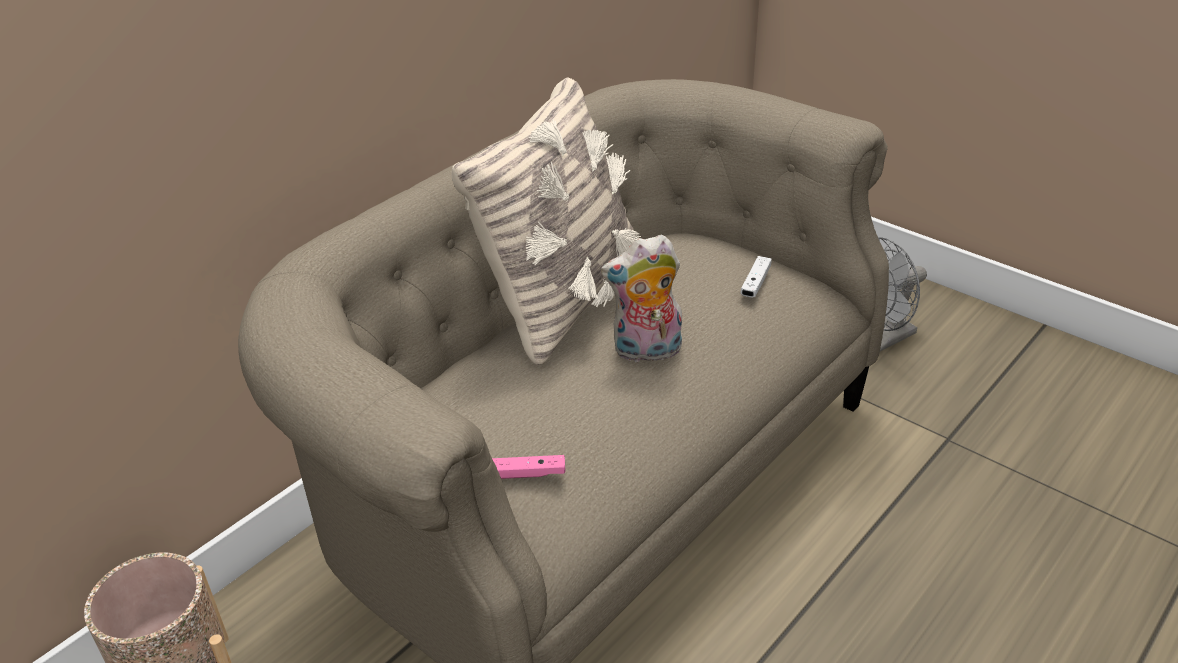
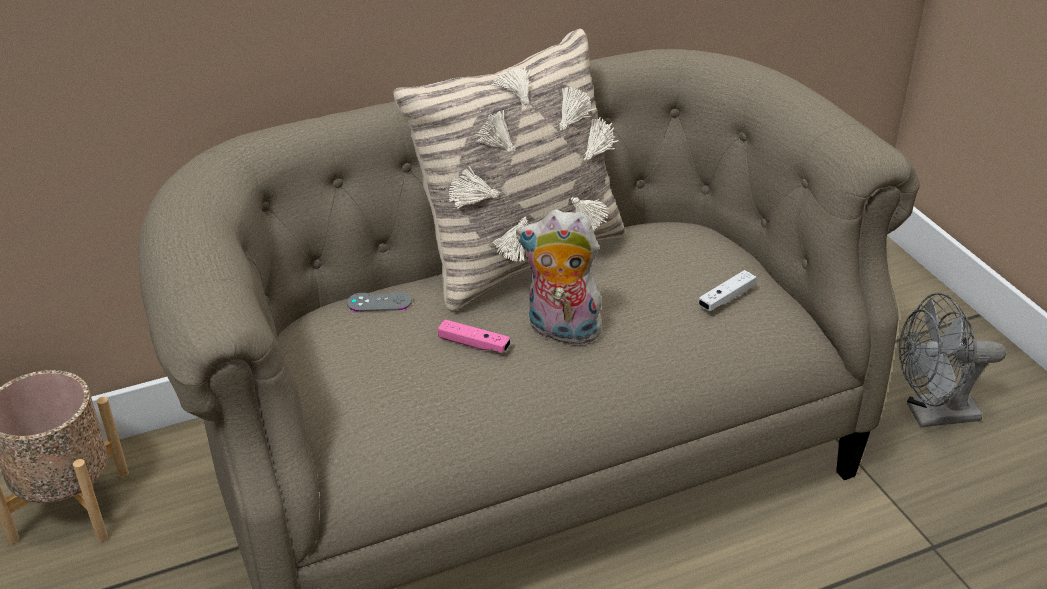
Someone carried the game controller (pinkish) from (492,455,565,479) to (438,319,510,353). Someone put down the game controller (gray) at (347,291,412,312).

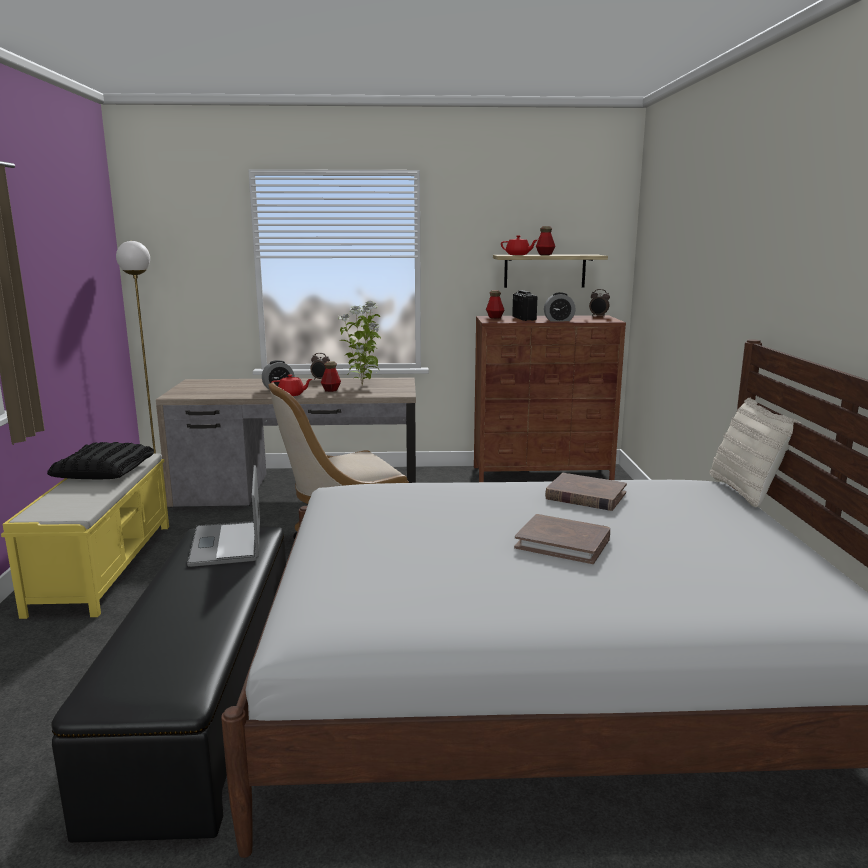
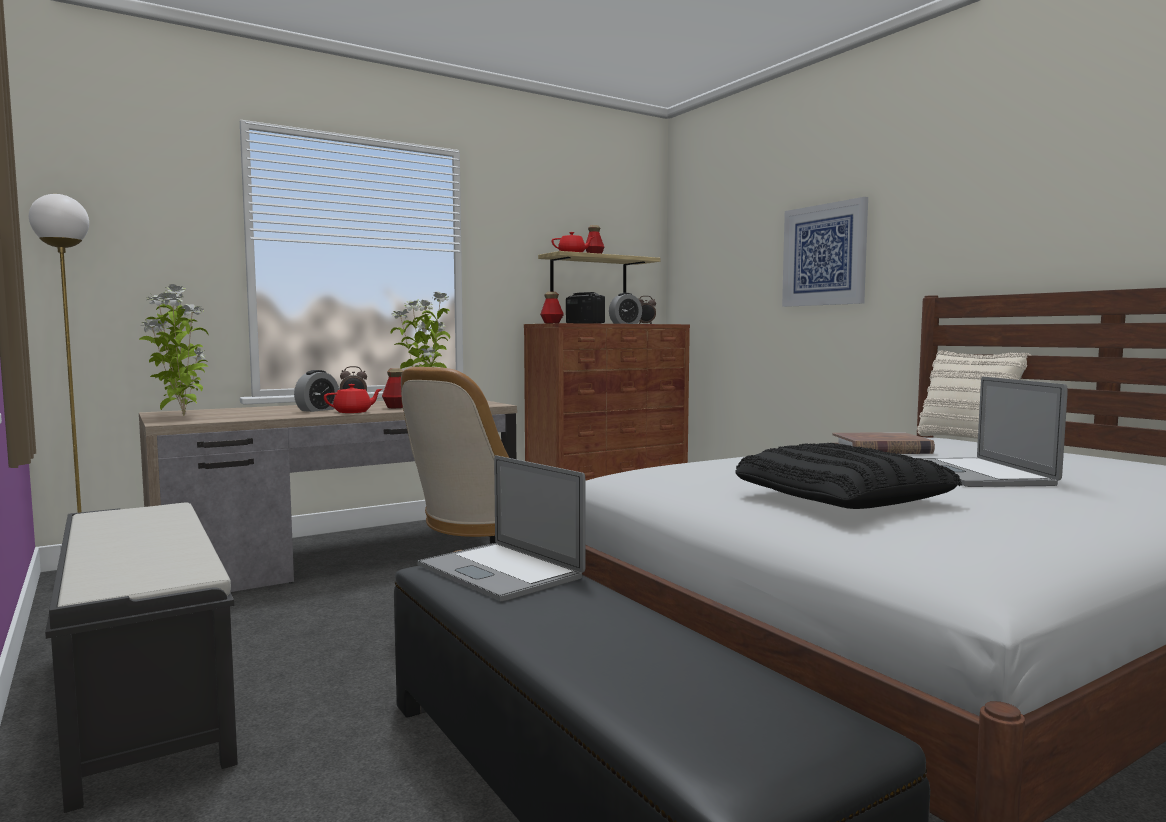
Someone carried the pillow (blackish) from (47,442,154,479) to (735,443,962,509). Someone repainted the long seat (yellow) at (1,453,169,619), which became the long seat (blackish) at (45,502,238,813). Someone swapped the book (brownish) at (514,514,610,564) for the notebook computer at (920,376,1068,487). Someone put up the wall picture at (782,197,868,307). Someone put down the potted plant at (139,284,208,416).

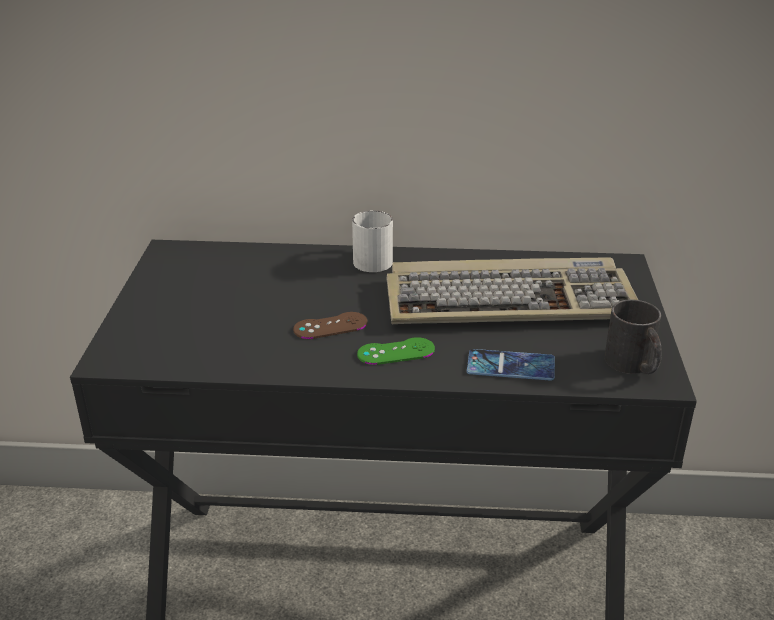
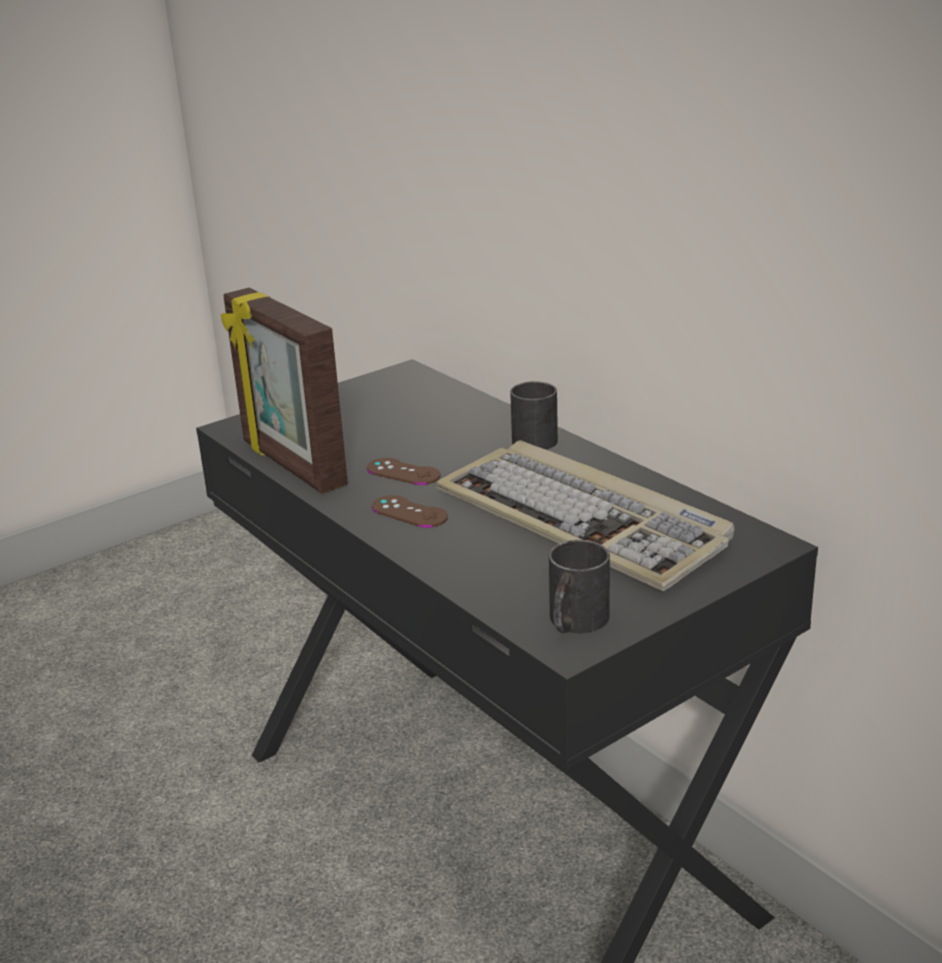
Someone repainted the mug (white-coloured) at (352,210,393,272), which became the mug (blackish) at (510,381,558,450). Someone repainted the game controller (green) at (357,337,435,365), which became the game controller (brownish) at (372,495,448,528). Someone took away the telephone at (467,349,555,381). Someone put down the picture frame at (221,288,348,494).

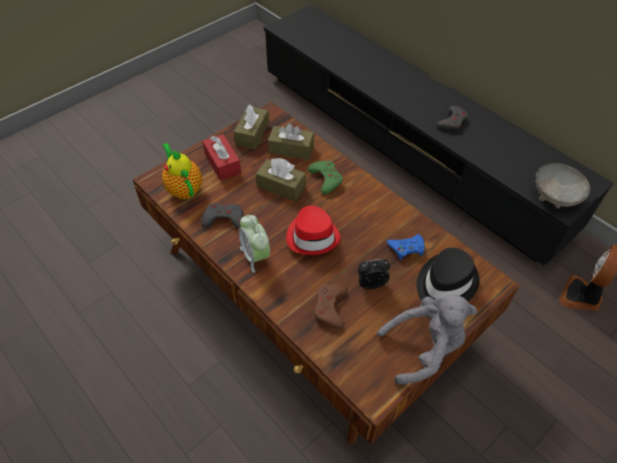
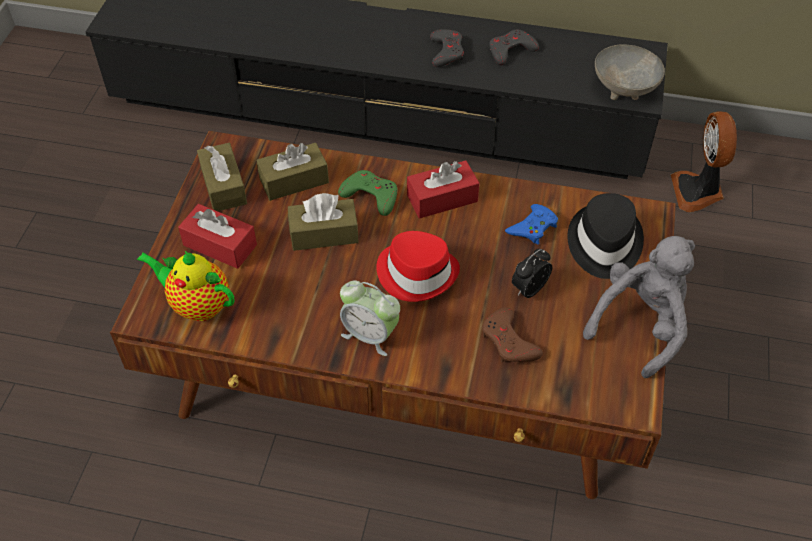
Someone carried the game controller (gray) from (201,203,244,230) to (489,30,539,65). Someone put down the tissue box (reddish) at (407,160,479,218).

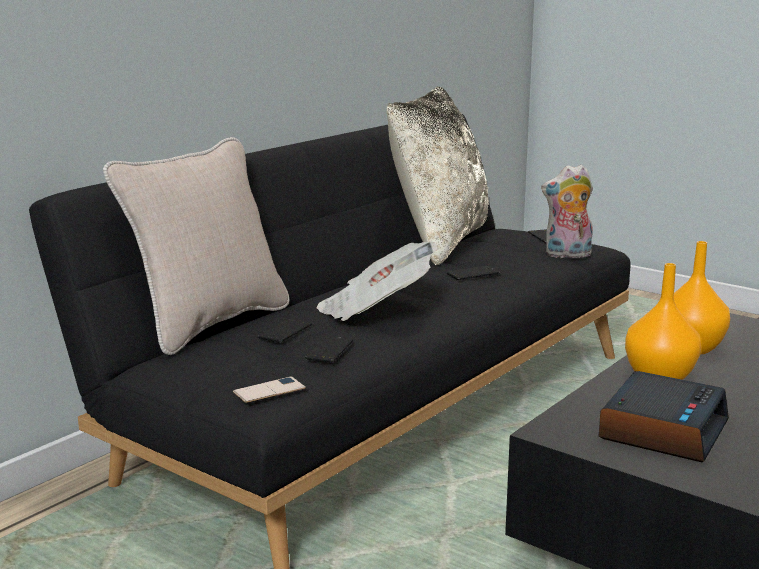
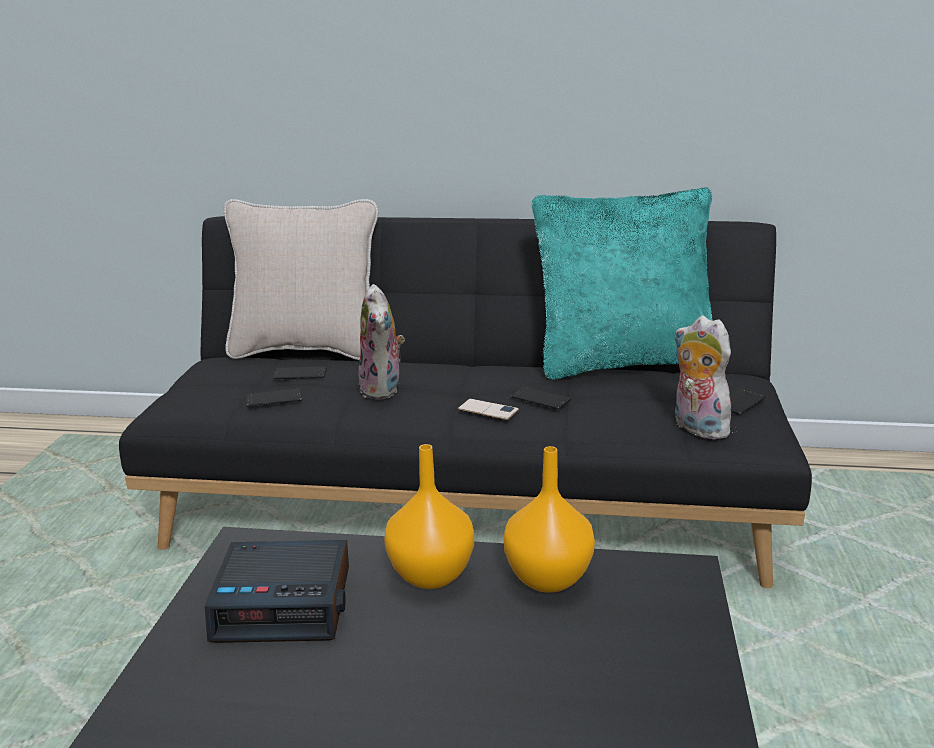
Someone repainted the pillow (beige) at (386,86,489,265), which became the pillow (turquoise-coloured) at (532,187,713,380). Someone swapped the daily paper at (317,241,439,321) for the cuddly toy at (358,284,405,399). Someone carried the telephone from (233,377,306,403) to (458,398,519,420).

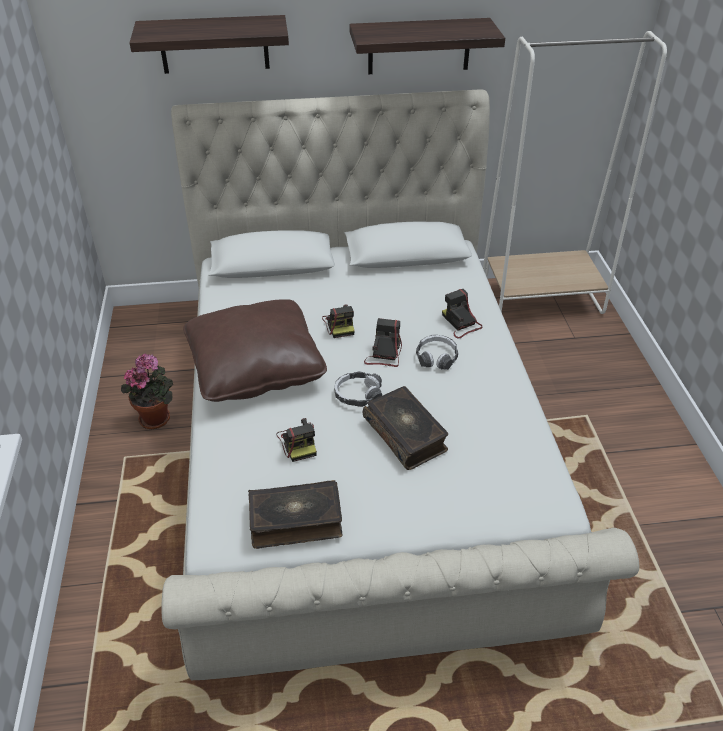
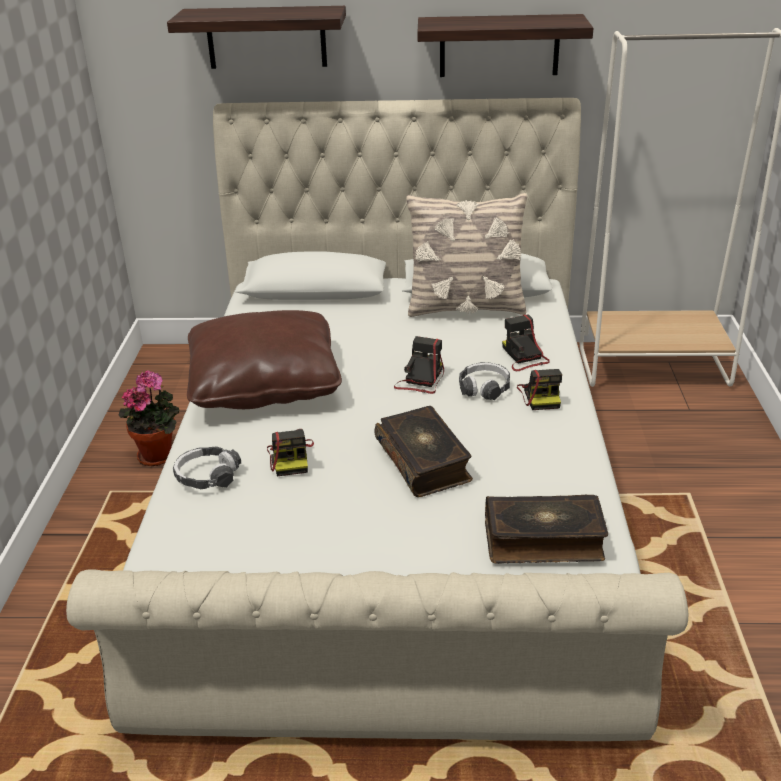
Someone carried the photo camera from (322,304,355,338) to (517,369,562,410). Someone carried the headphones from (334,371,382,407) to (173,446,241,489). Someone carried the book from (248,480,343,549) to (485,495,608,564). Someone put down the pillow (beige) at (406,193,527,317).

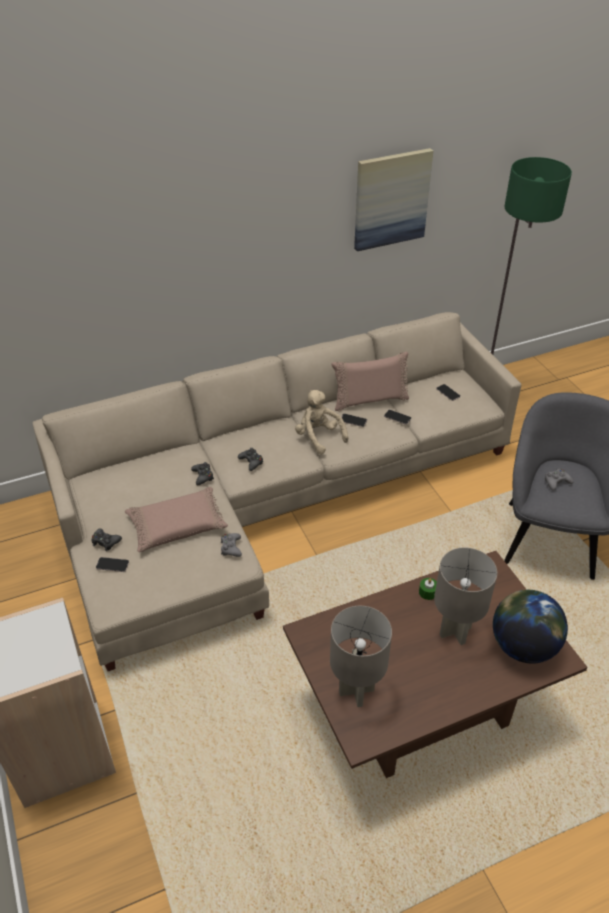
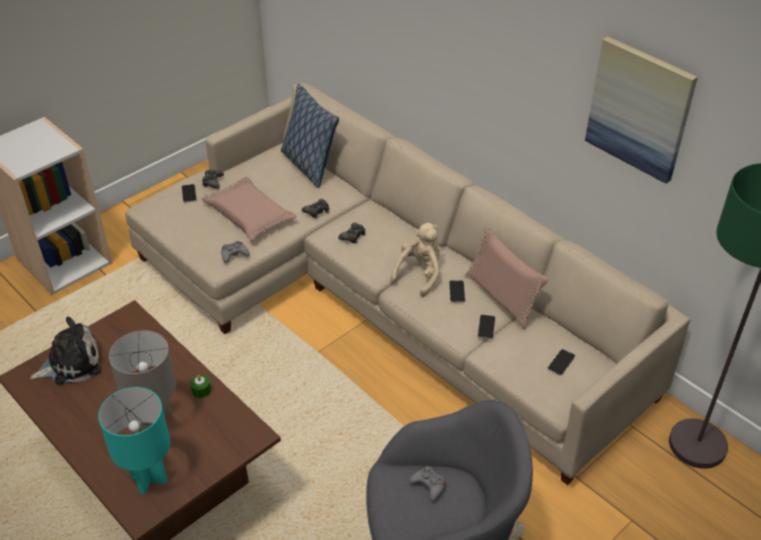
Someone swapped the world globe at (493,590,568,664) for the lamp for a table (turquoise-coloured) at (98,387,170,494). Someone swapped the lamp for a table (gray) at (330,606,392,707) for the cuddly toy at (30,317,102,385). Someone put down the pillow at (281,84,339,188).

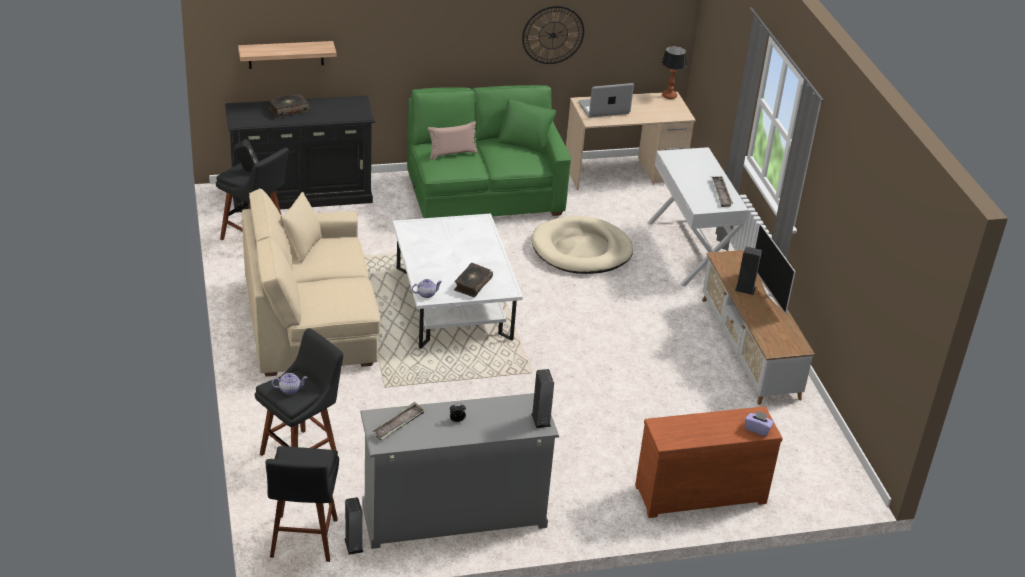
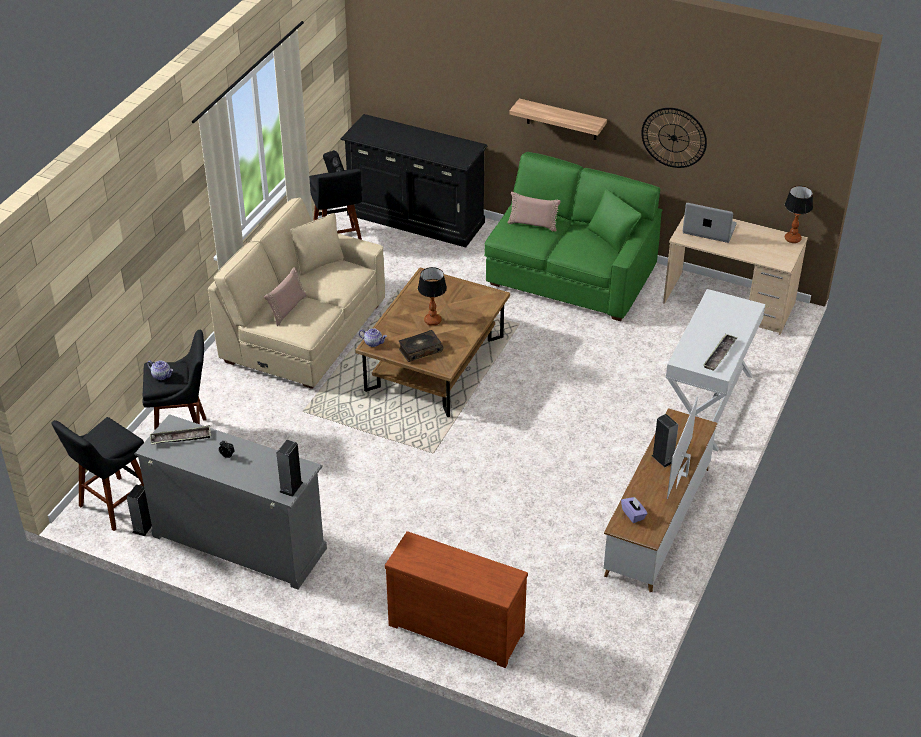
Someone carried the wall shelf from (238,41,336,69) to (509,99,607,140). Someone took away the book at (269,93,310,118). Someone repainted the lounge table (white-coloured) at (393,214,523,349), which became the lounge table (brownish) at (355,268,510,417). Someone took away the pet bed (beige) at (532,216,633,274). Someone carried the tissue box (purple-coloured) from (745,411,774,436) to (621,497,647,523). Someone put down the pillow (beige) at (264,267,307,326). Someone put down the lamp for a table at (418,267,447,326).

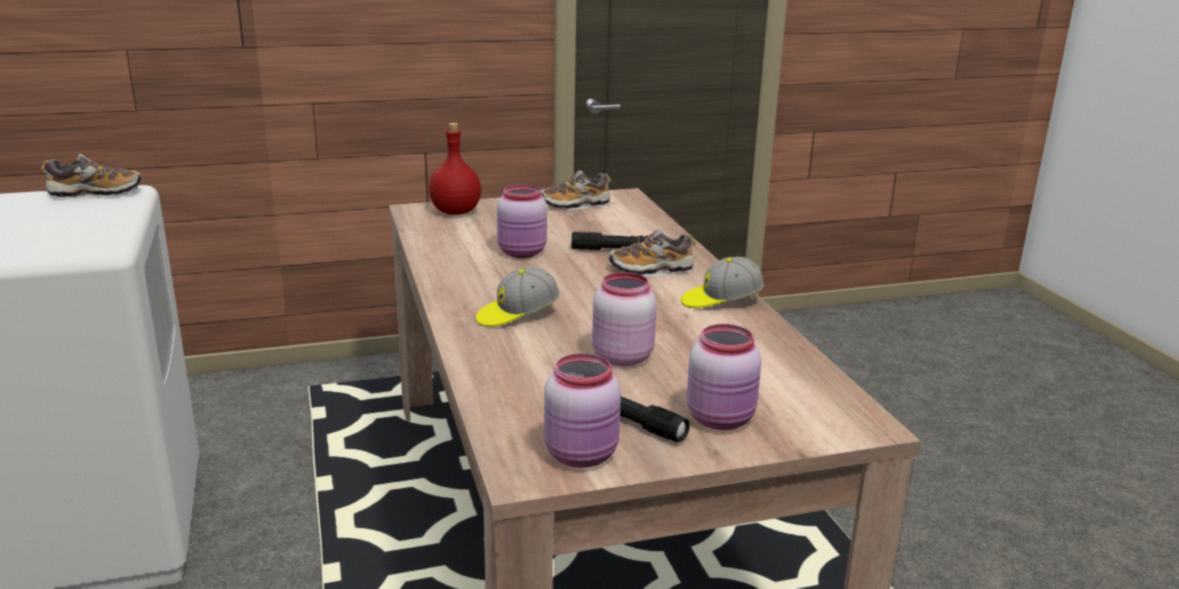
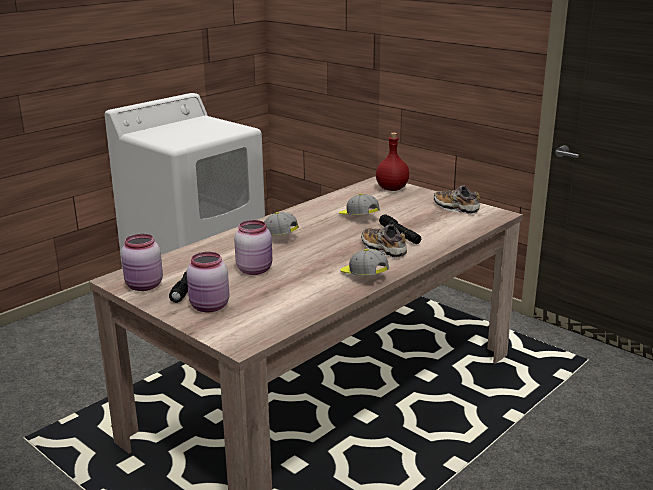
Someone took away the low shoe at (41,154,141,198). Someone swapped the jar (pinkish) at (497,184,547,258) for the baseball cap at (339,194,380,215).

